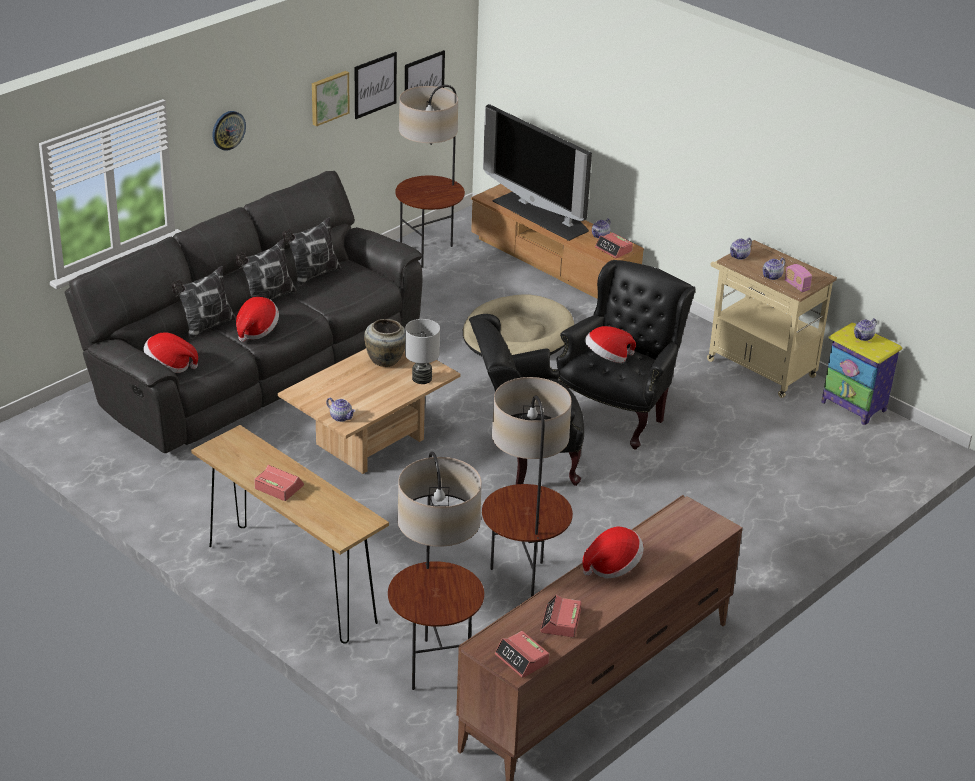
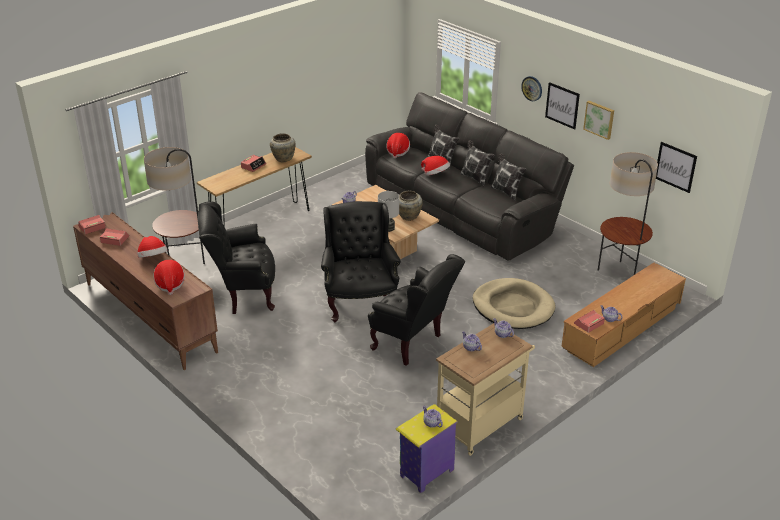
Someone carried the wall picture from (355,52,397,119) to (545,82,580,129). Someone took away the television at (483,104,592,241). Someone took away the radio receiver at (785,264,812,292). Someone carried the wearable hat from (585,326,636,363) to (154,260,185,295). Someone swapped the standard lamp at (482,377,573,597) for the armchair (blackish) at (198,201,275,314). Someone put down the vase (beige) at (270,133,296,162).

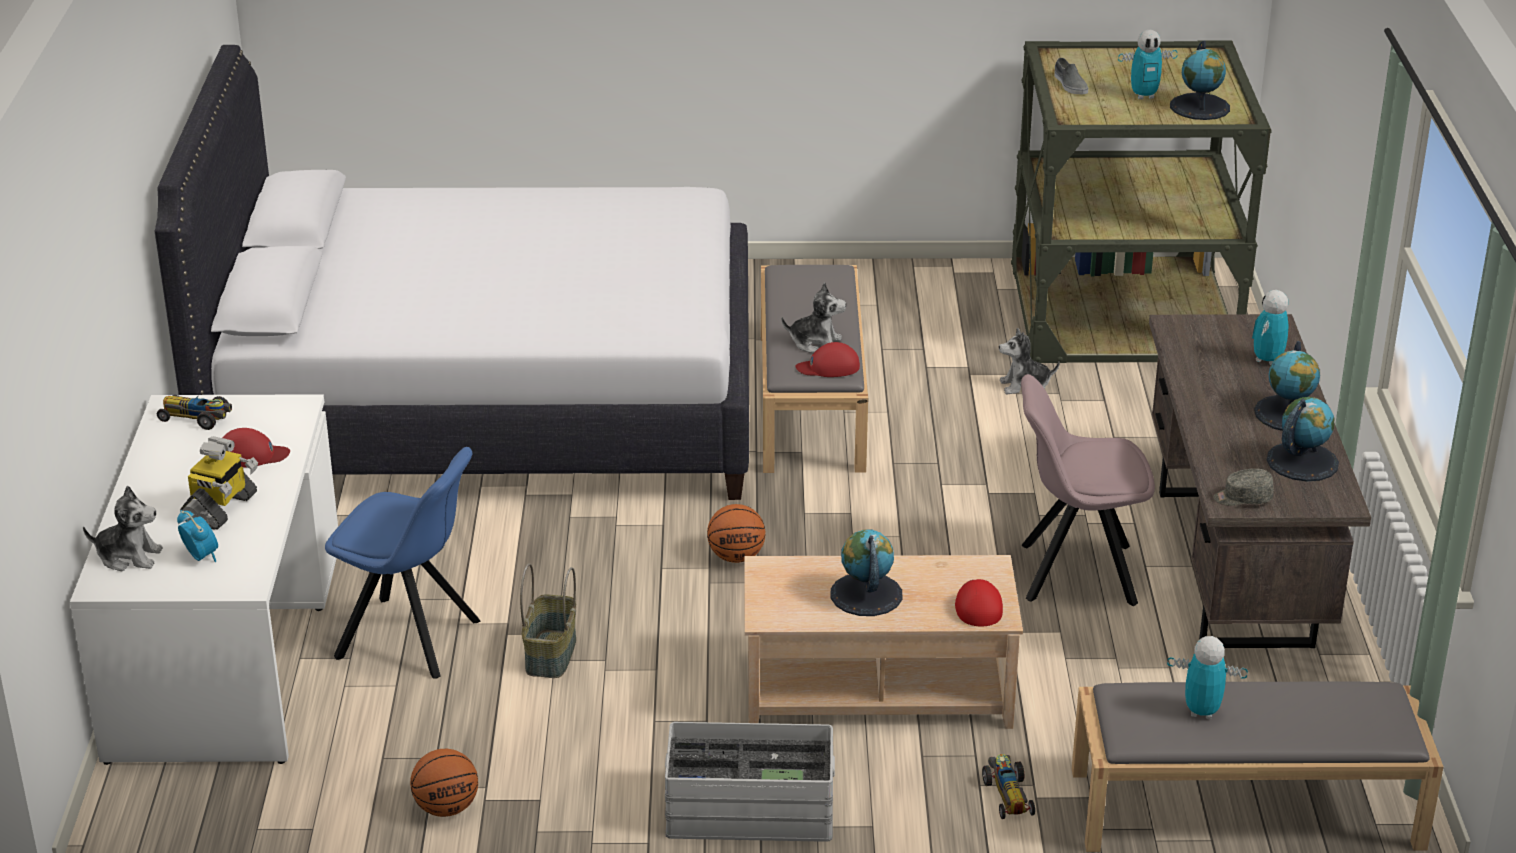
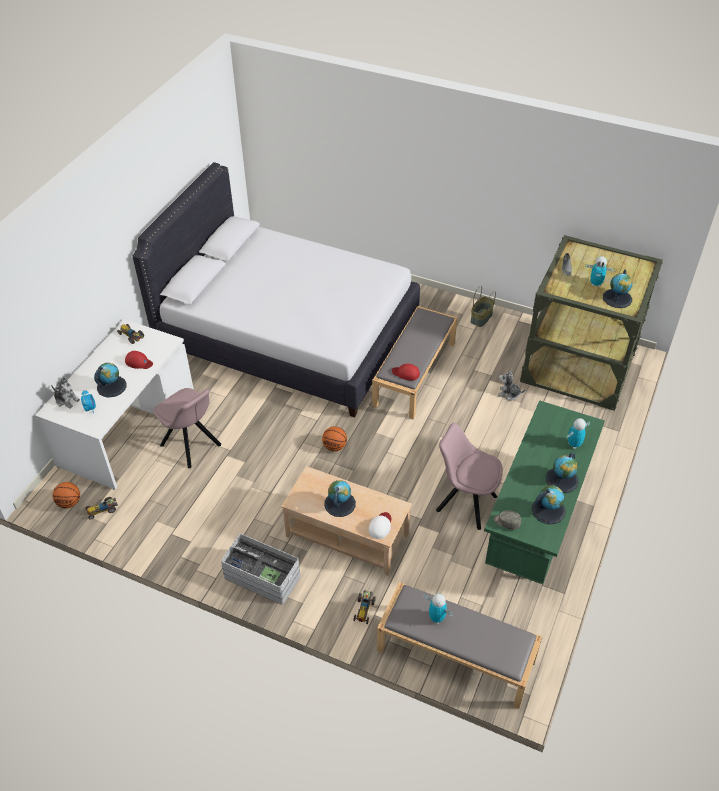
Someone took away the cuddly toy at (781,282,846,353). Someone repainted the desk unit (brownish) at (1149,314,1371,648), which became the desk unit (green) at (484,400,605,584). Someone swapped the model robot at (180,436,258,530) for the world globe at (94,363,127,398). Someone repainted the plain chair (blue) at (325,447,480,679), which became the plain chair (pinkish) at (153,388,221,468). Someone carried the household basket from (520,563,576,678) to (471,286,496,327). Someone repainted the baseball cap (reddish) at (955,579,1003,626), which became the baseball cap (white-coloured) at (369,512,391,539). Someone carried the basketball ball from (410,749,478,817) to (53,482,80,508). Someone put down the toy car at (85,497,118,520).

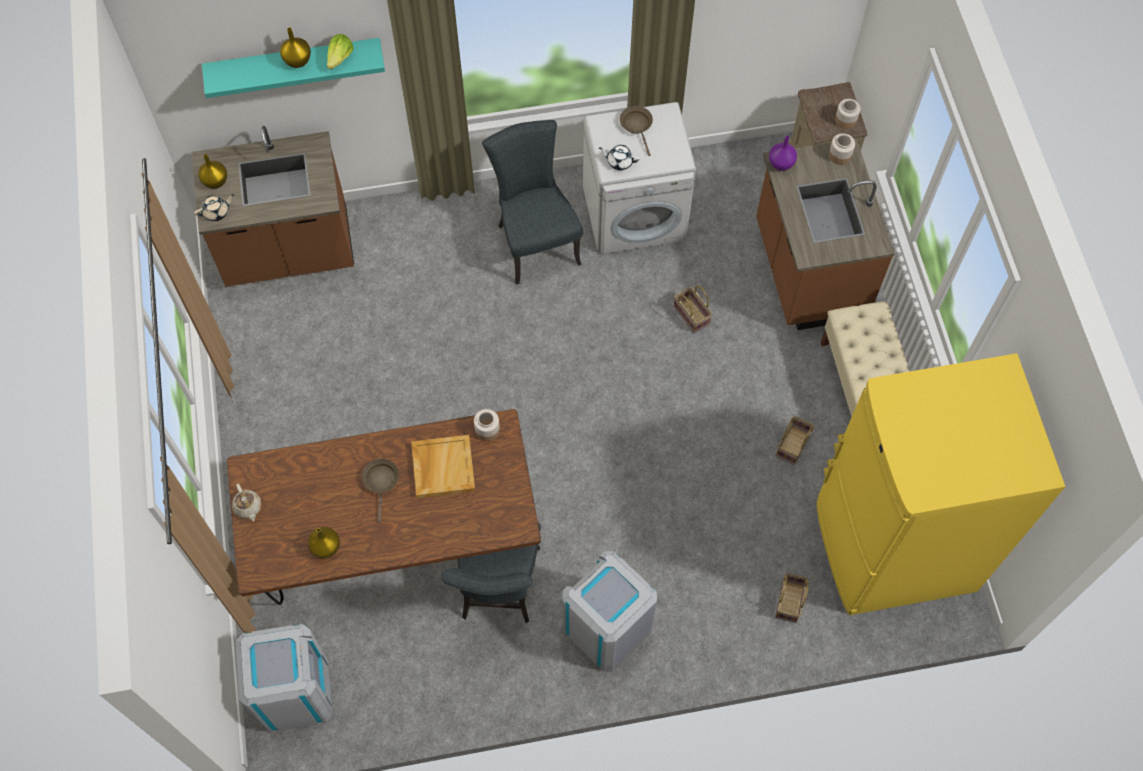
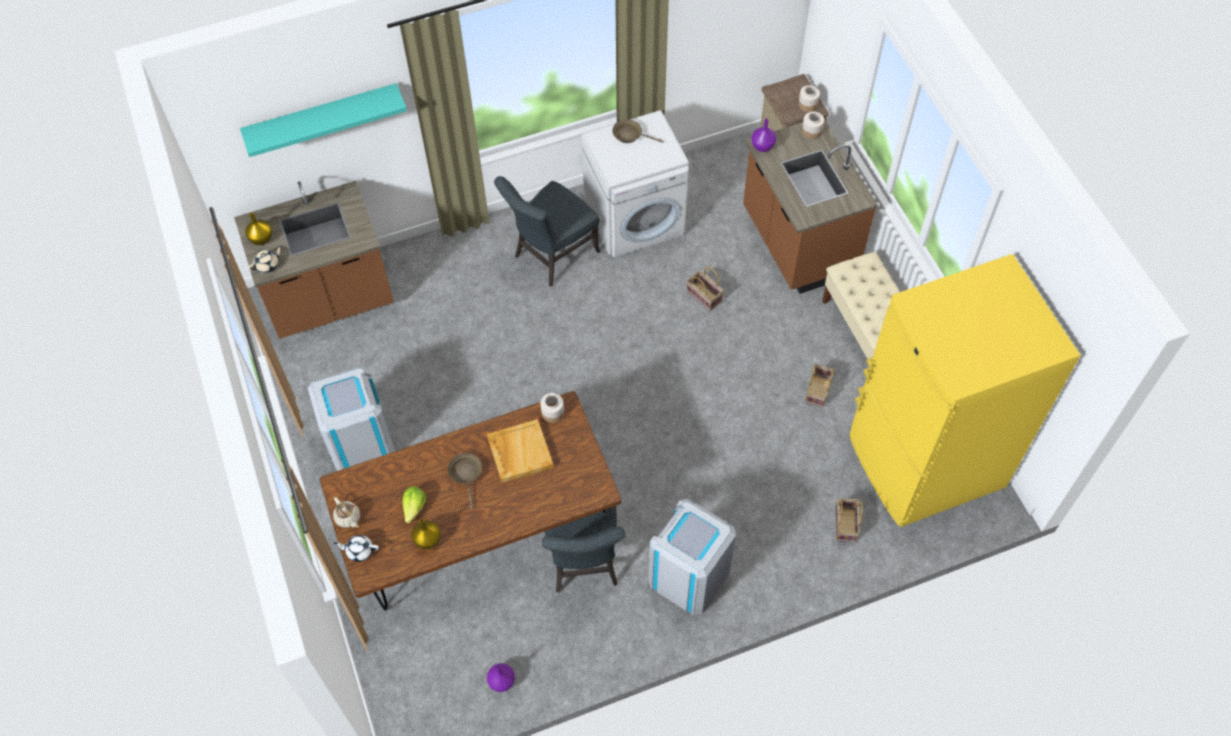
Someone took away the vase (yellow) at (280,28,311,68). Someone carried the lettuce from (327,34,354,70) to (403,486,426,523). Someone rotated the skillet (brownish) at (620,106,653,156) by 45 degrees counterclockwise. Someone rotated the plain chair (gray) at (482,120,583,285) by 105 degrees counterclockwise. Someone carried the tea pot (white-coloured) from (599,145,640,170) to (334,535,379,562). Someone carried the trash can (gray) from (235,624,333,732) to (308,366,395,471). Someone put down the vase (purple-coloured) at (487,663,515,692).

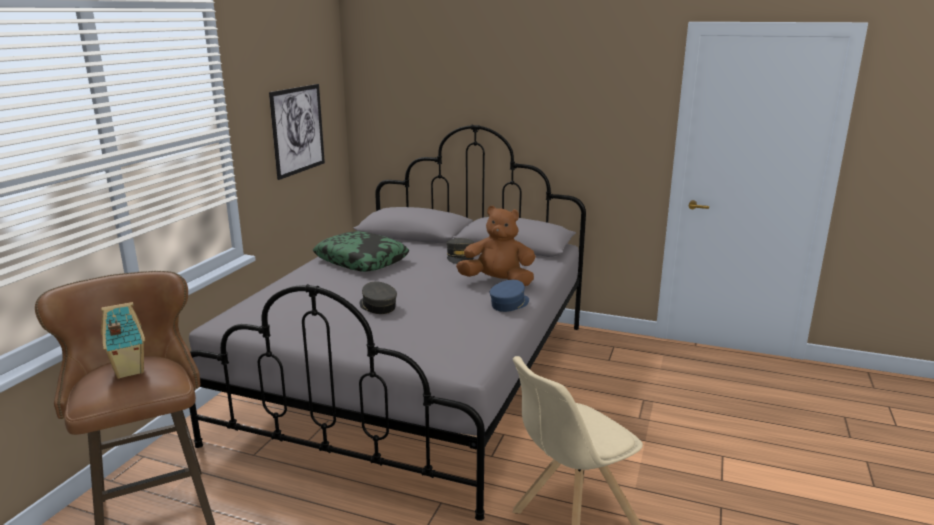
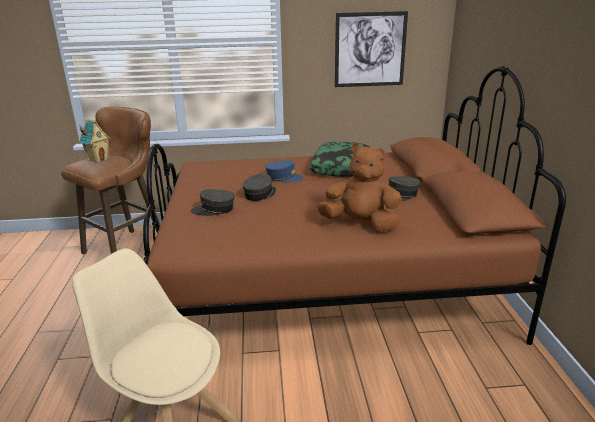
Someone repainted the bed (gray) at (189,125,586,521), which became the bed (brownish) at (143,66,566,345). Someone rotated the cuddly toy (brownish) at (456,206,536,286) by 60 degrees counterclockwise. Someone carried the baseball cap (blue) from (490,280,529,312) to (265,160,304,182). Someone put down the baseball cap (gray) at (190,189,235,216).

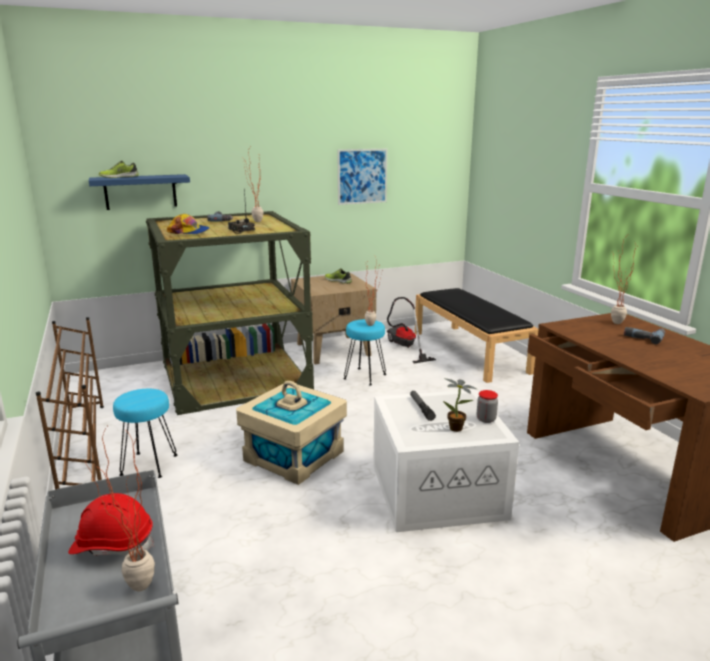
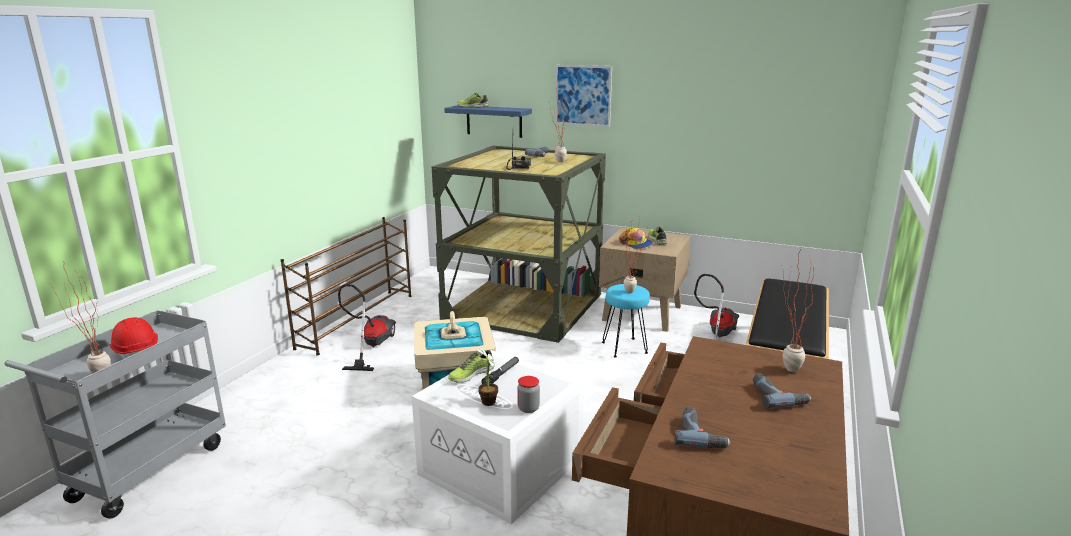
Someone carried the wall picture from (337,149,387,205) to (555,65,612,127). Someone carried the baseball cap from (167,214,209,234) to (619,227,653,249). Someone swapped the sitting stool (turquoise-coloured) at (113,389,178,478) for the vacuum cleaner at (338,284,396,371). Someone put down the low shoe at (448,350,495,383). Someone put down the electric drill at (675,407,731,448).

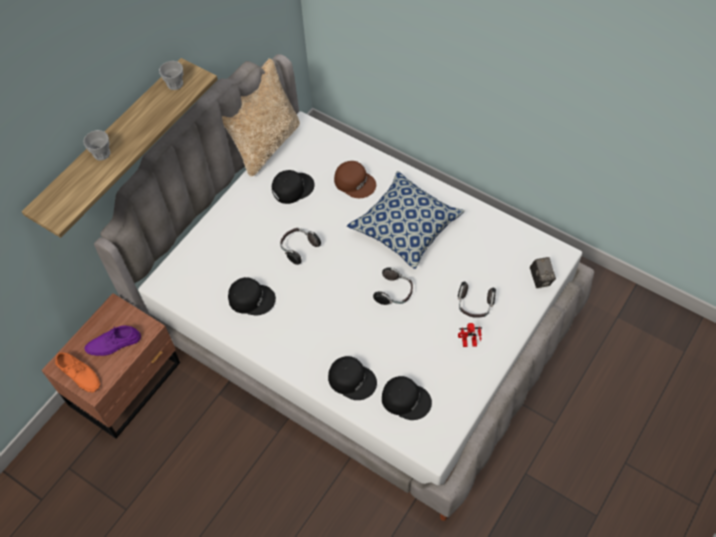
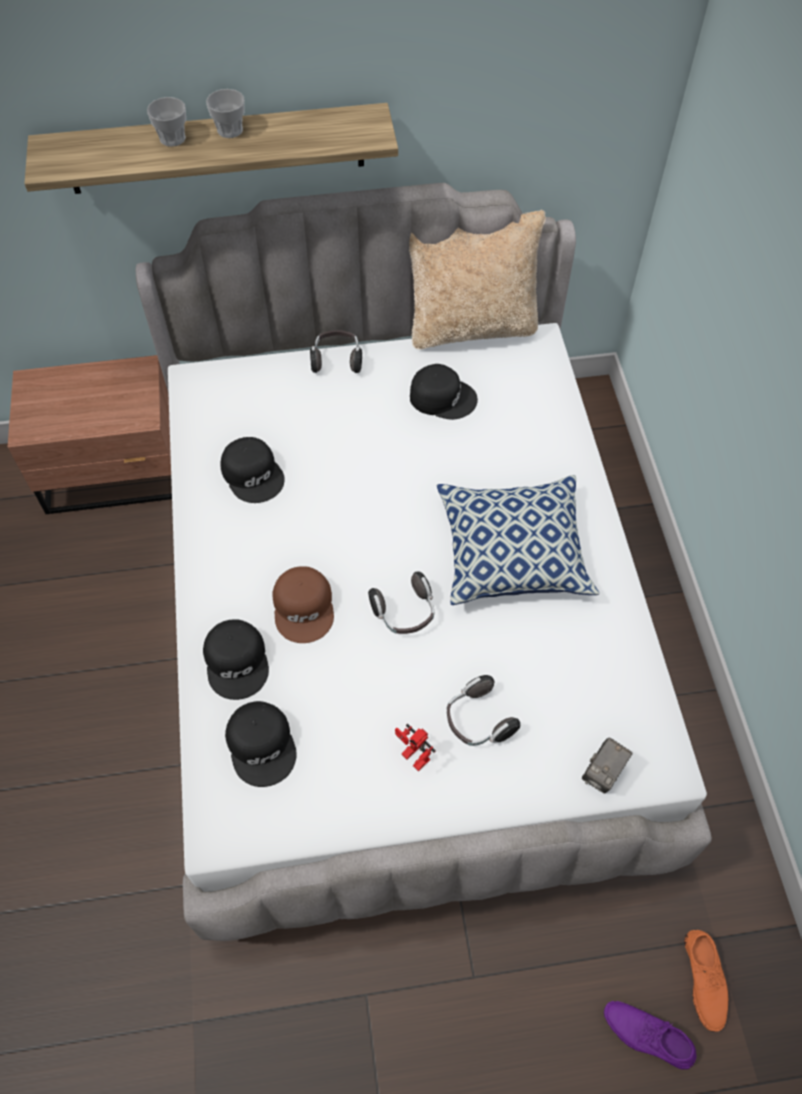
Someone carried the cup from (159,61,183,90) to (206,89,245,138). Someone carried the baseball cap (brownish) from (334,161,376,198) to (272,566,334,643). Someone carried the headphones from (280,228,321,265) to (310,330,362,373). Someone carried the low shoe (purple-coloured) from (85,325,141,356) to (604,1001,697,1070). Someone carried the low shoe (orangey) from (55,352,100,393) to (684,930,728,1032).

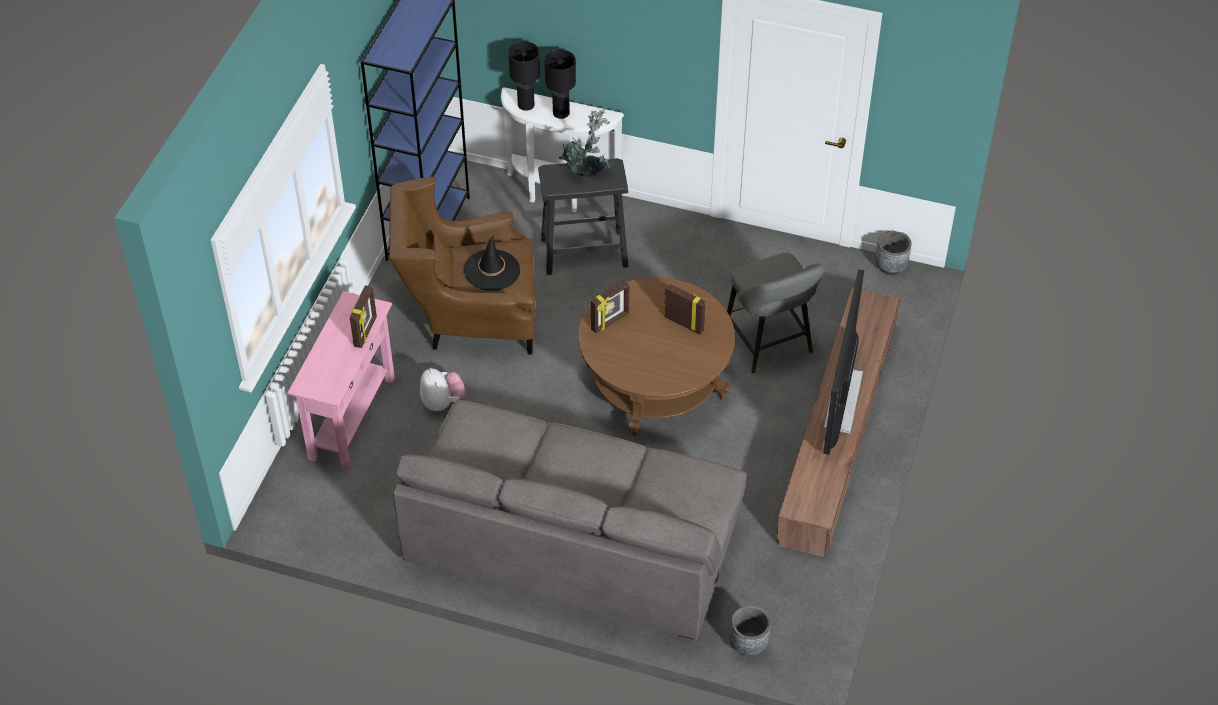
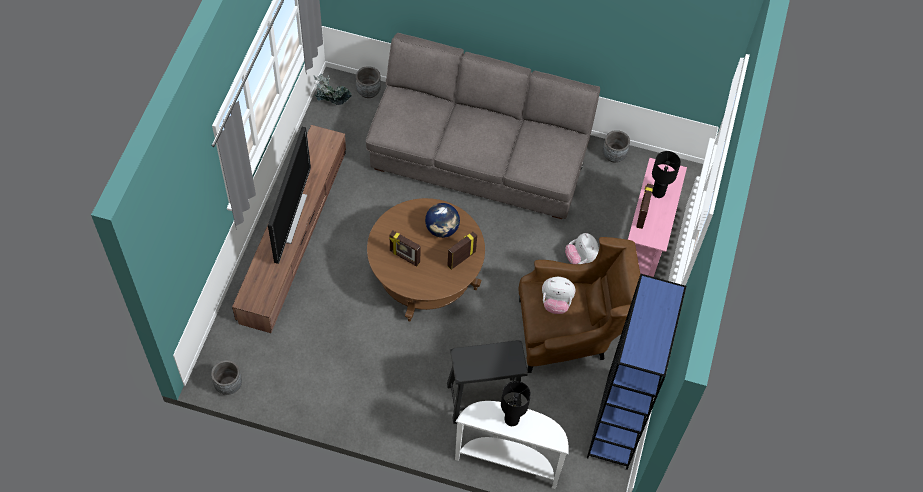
Someone carried the lamp for a table (blackish) from (508,41,540,111) to (652,151,681,198). Someone carried the potted plant from (559,109,614,178) to (313,74,352,105). Someone swapped the wearable hat (blackish) at (464,234,520,291) for the cuddly toy at (542,277,575,314). Someone took away the sitting stool (gray) at (727,252,824,374). Someone put down the flower pot (gray) at (603,130,630,162). Someone put down the world globe at (425,203,460,238).

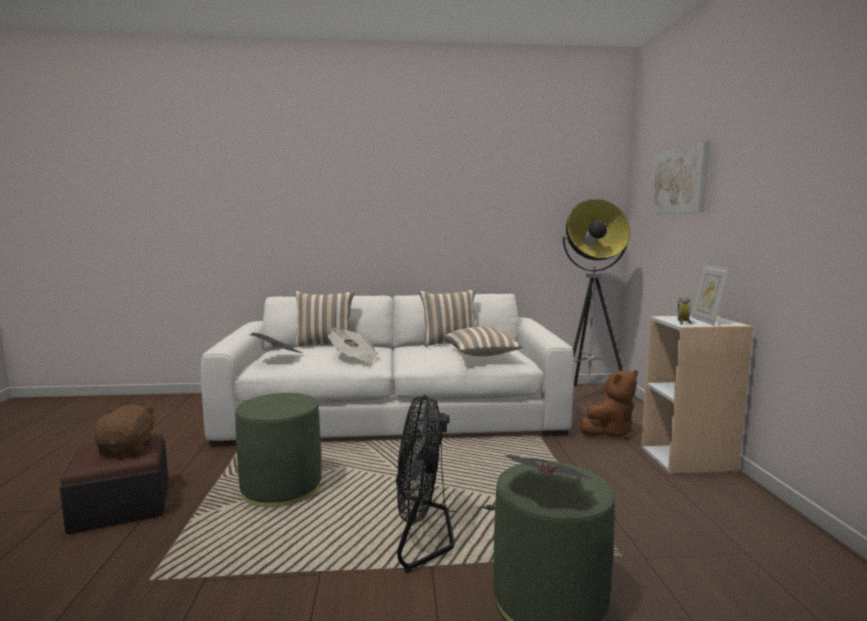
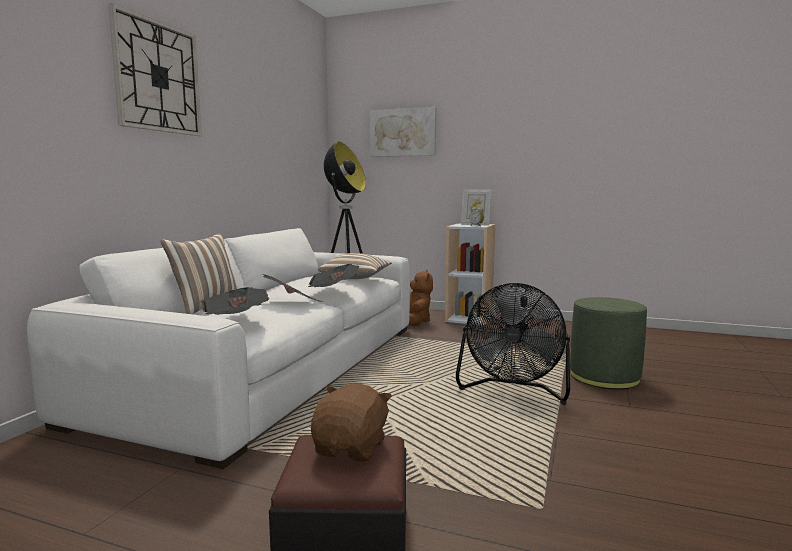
Someone took away the pillow at (419,289,475,347). Someone took away the ottoman (green) at (235,393,321,507). Someone rotated the cuddly toy (brownish) at (94,405,156,456) by 90 degrees clockwise. Someone carried the daily paper from (497,453,592,479) to (308,264,359,287). Someone put up the clock on the wall at (108,3,202,136).

